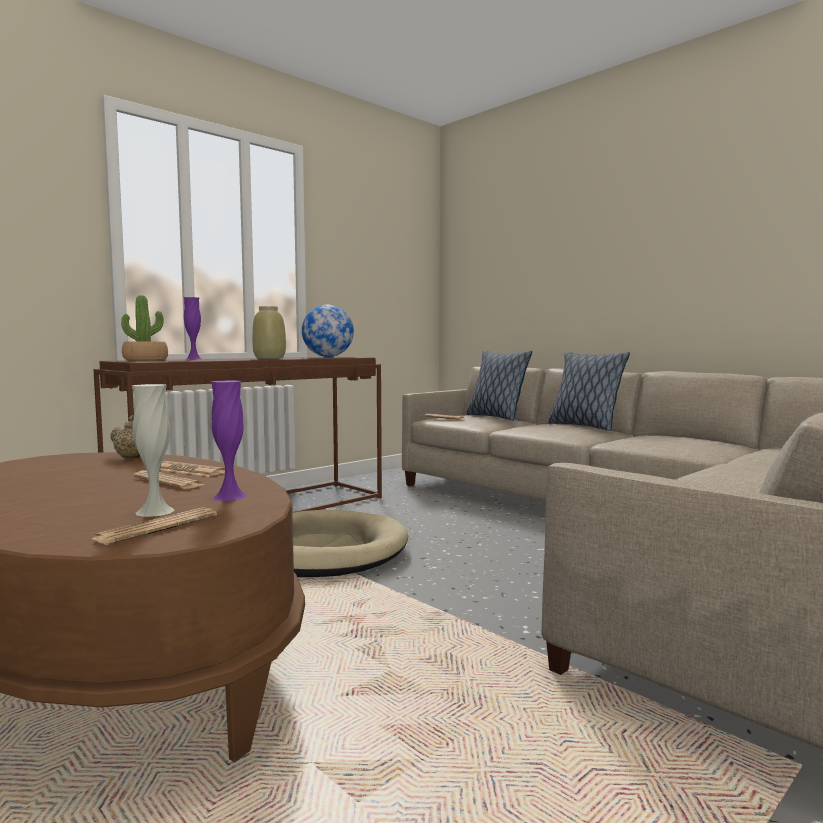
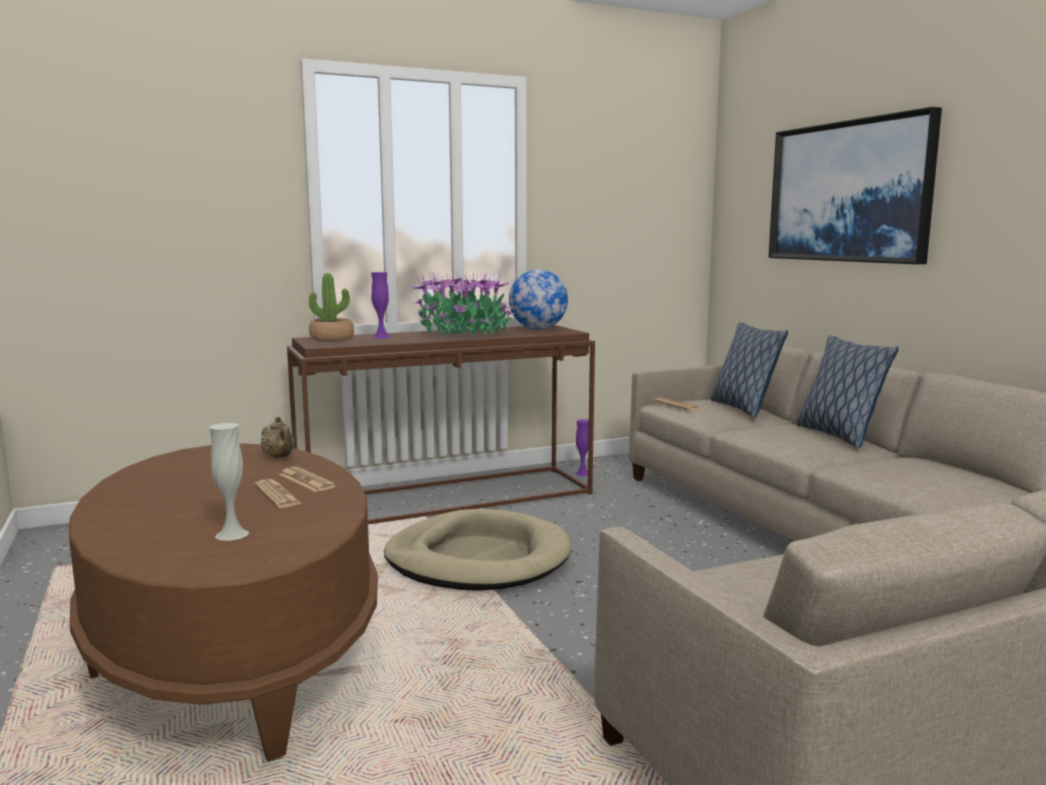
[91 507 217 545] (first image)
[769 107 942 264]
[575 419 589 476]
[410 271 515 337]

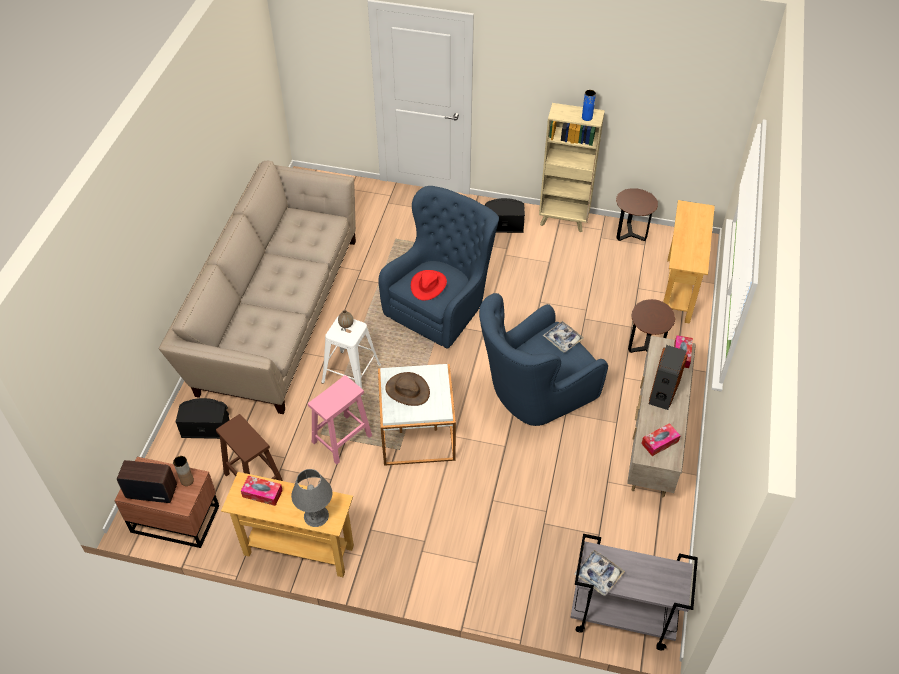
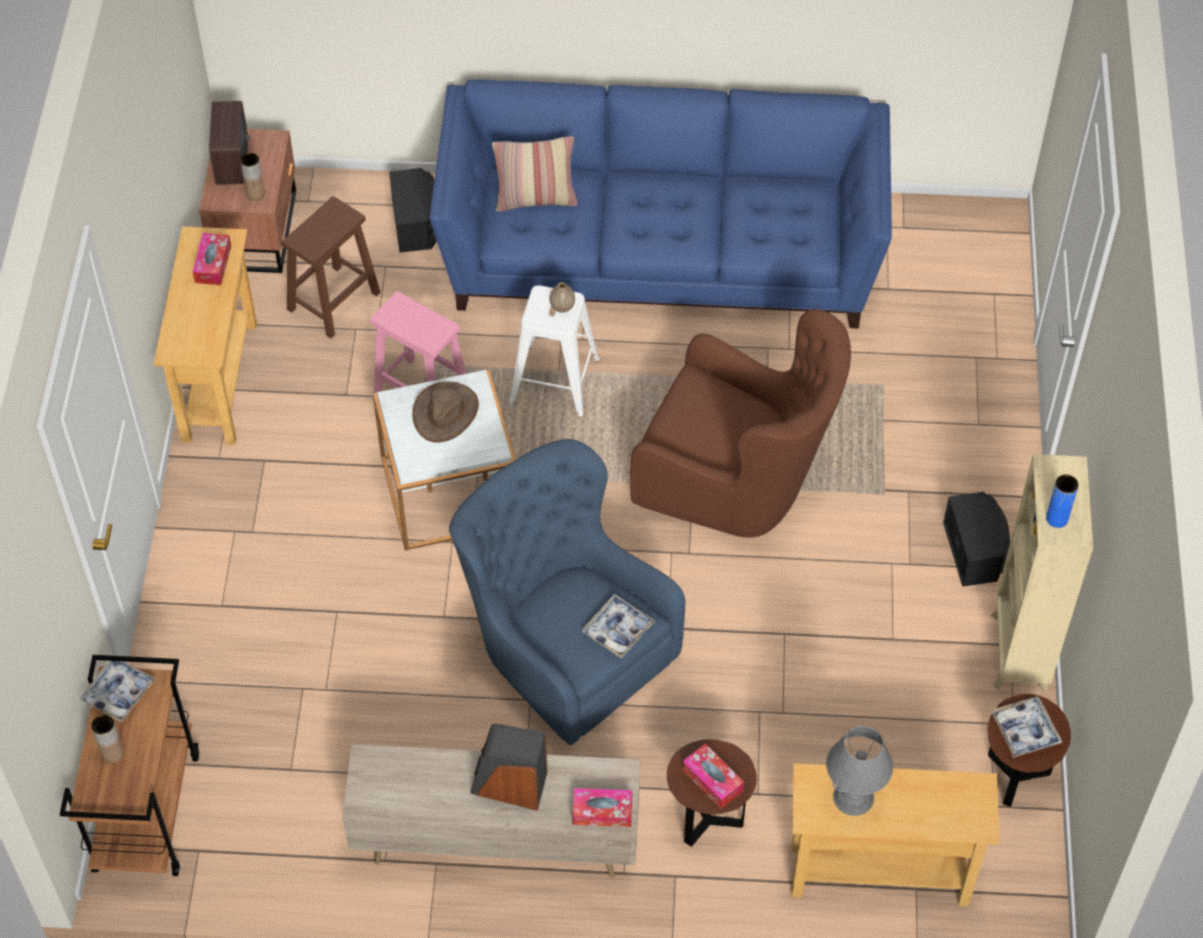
[411 270 447 301] (first image)
[91 715 124 764]
[492 136 578 212]
[990 696 1062 758]
[826 726 893 816]
[682 743 744 809]
[430 79 892 329]
[630 309 851 537]
[60 655 199 876]

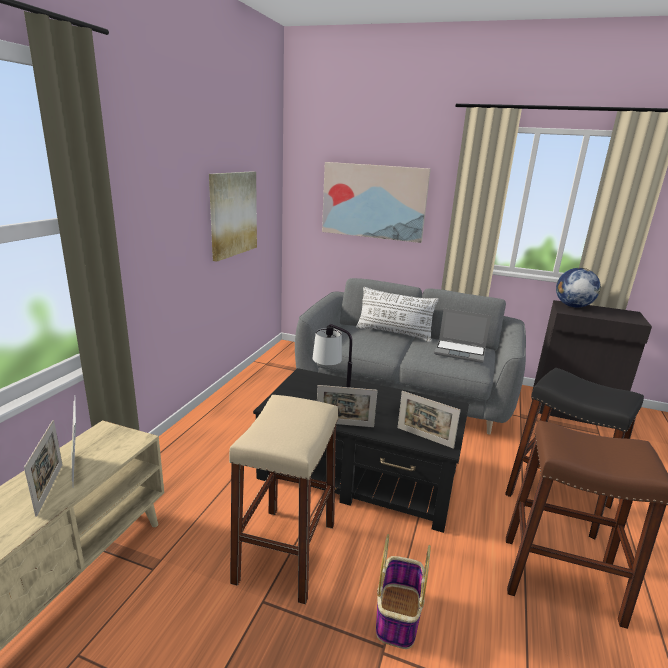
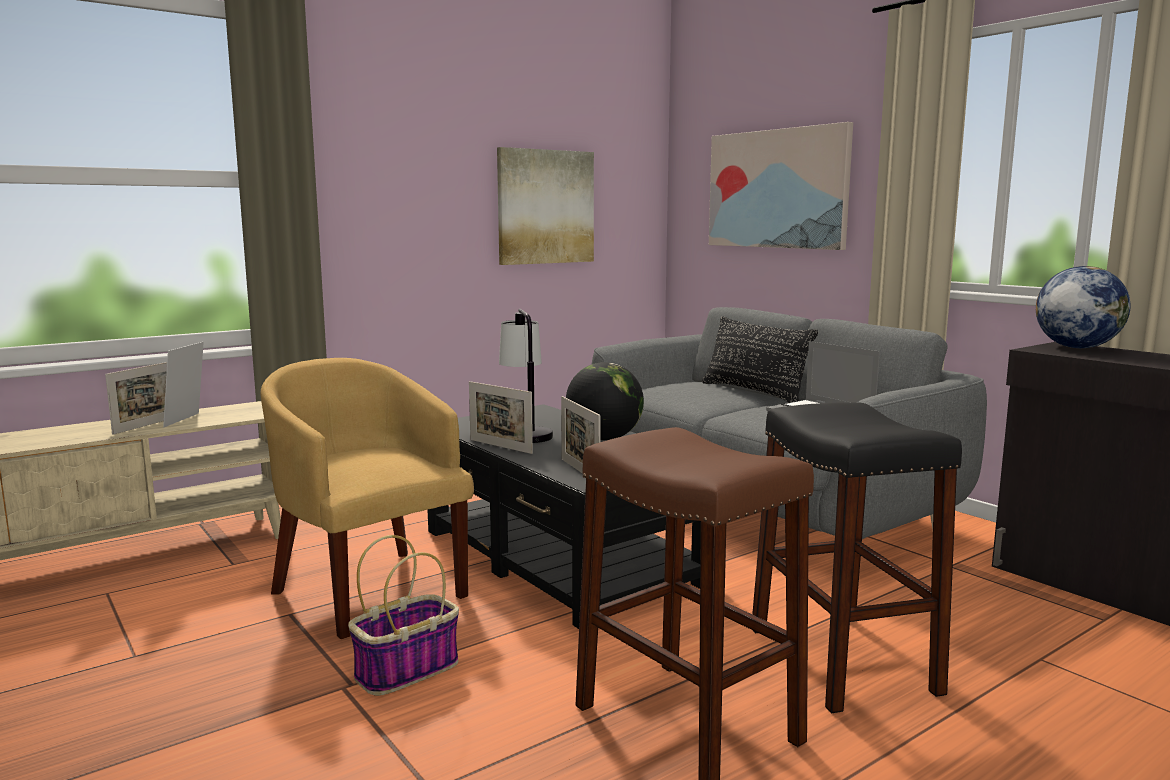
[566 362 644 440]
[261 358 474 639]
[702 316 818 403]

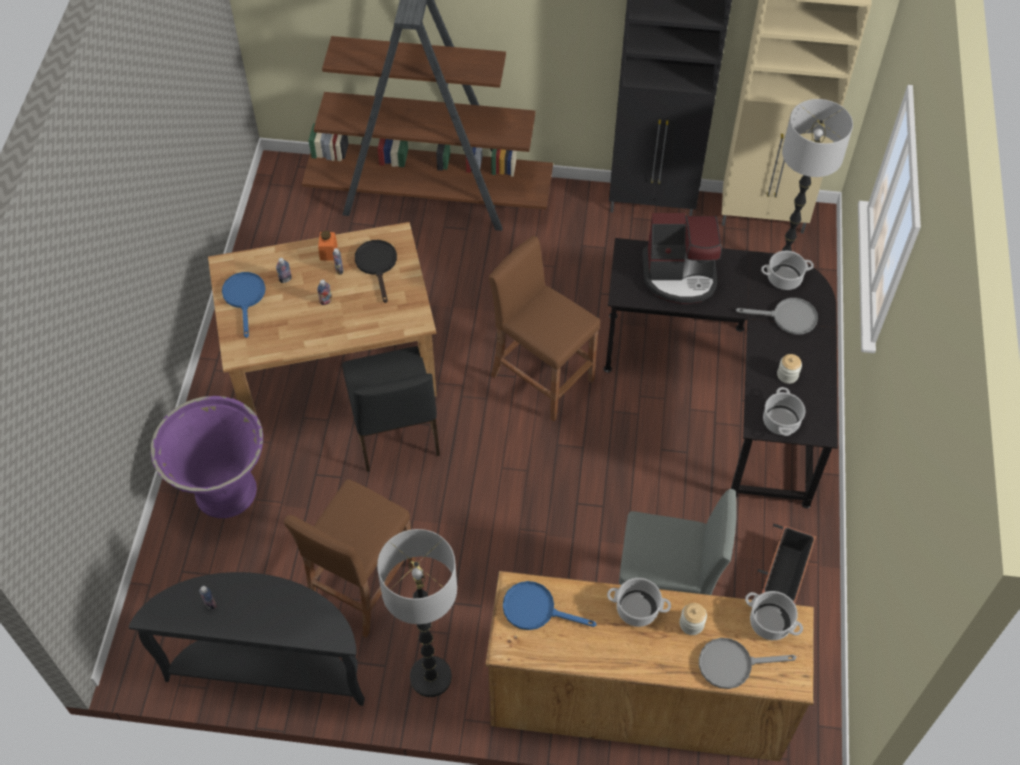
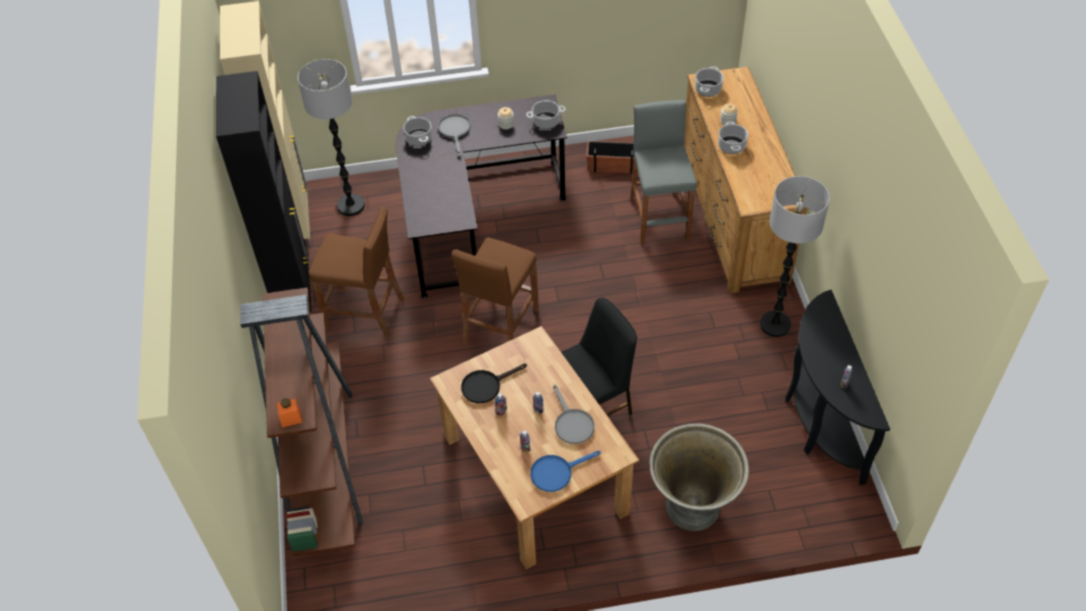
[503 581 597 630] (first image)
[642 213 722 304] (first image)
[309 207 405 338]
[277 398 302 428]
[553 384 595 444]
[649 423 749 531]

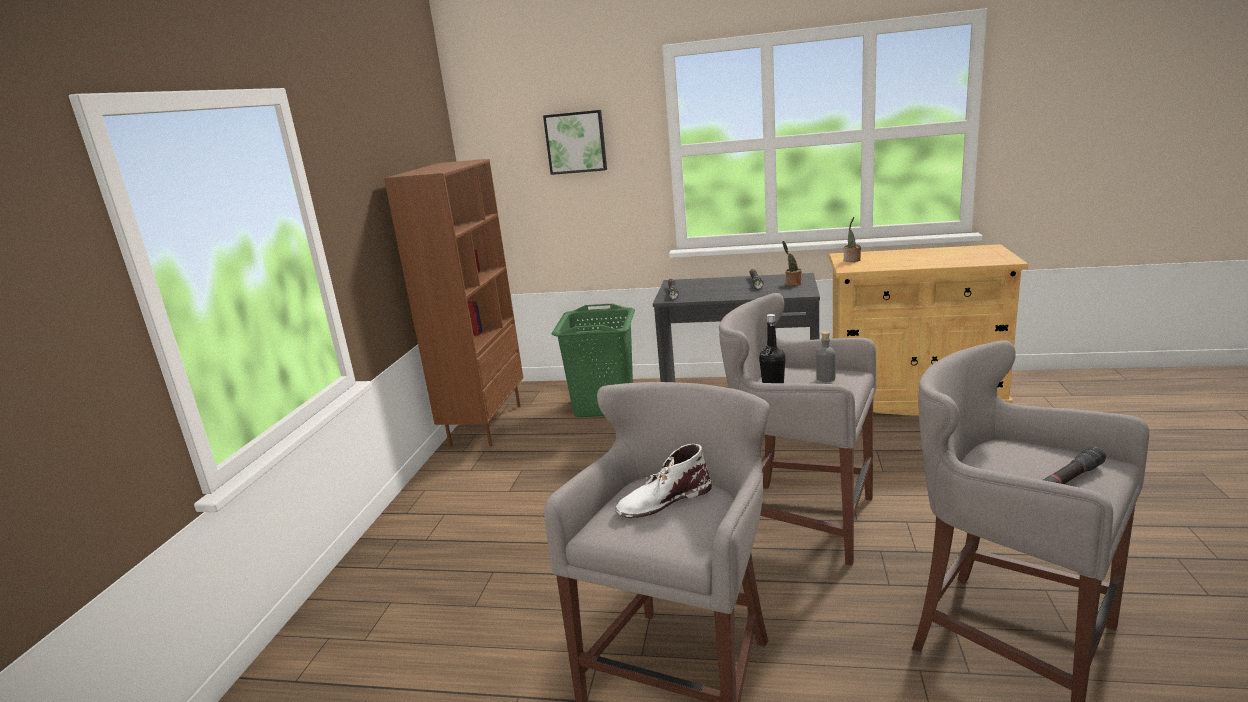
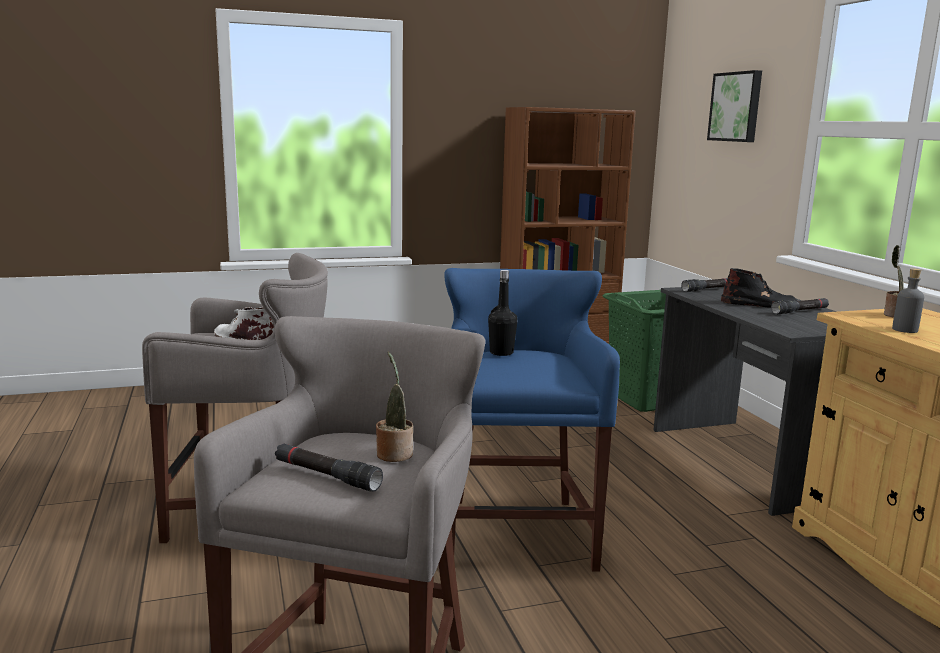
[721 268 798 308]
[376 352 413 462]
[892 268 924 333]
[444 268 620 572]

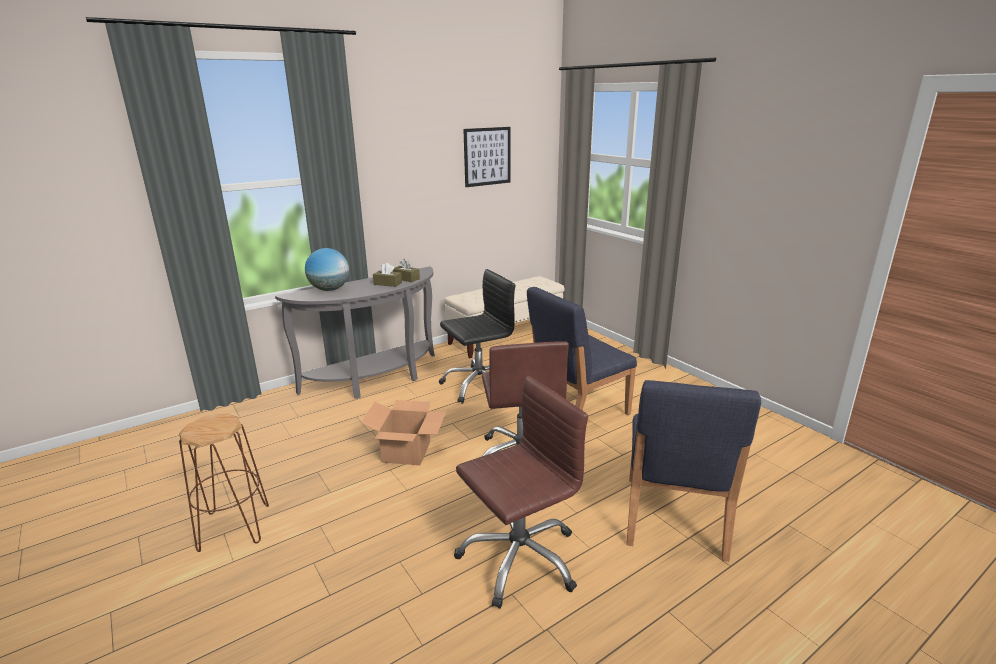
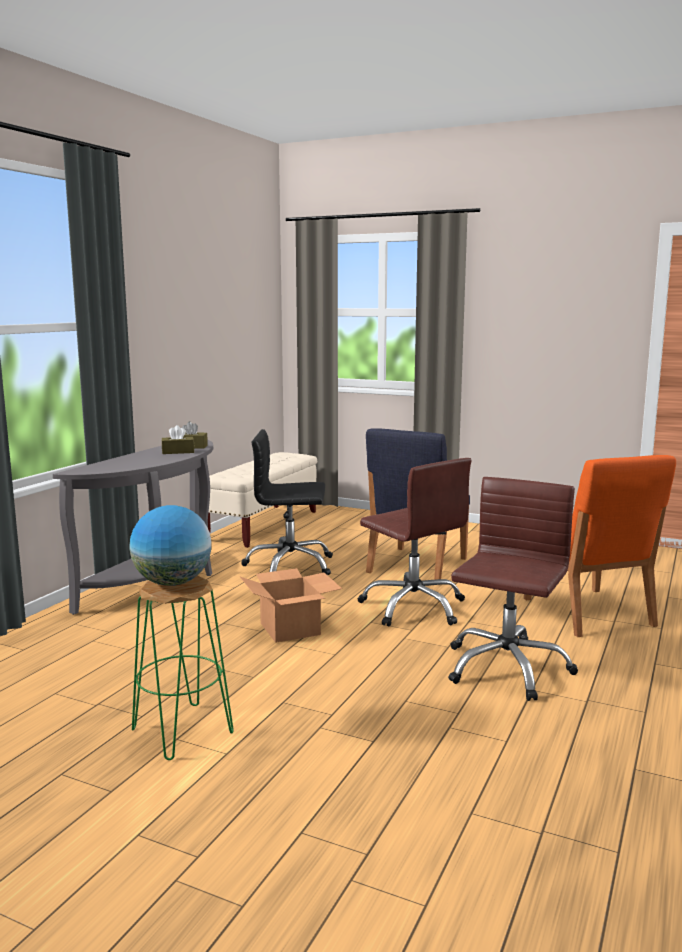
[463 127 511 187] (first image)
[130 505 212 586]
[132 575 234 760]
[524 455 676 637]
[241 429 333 575]

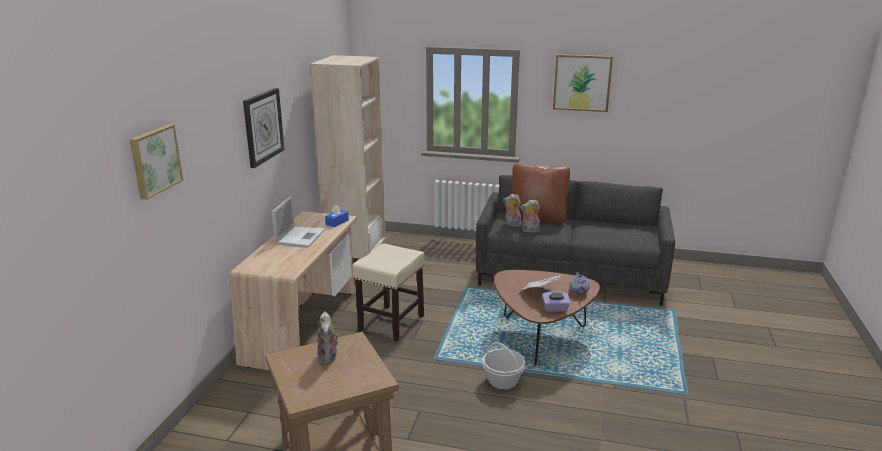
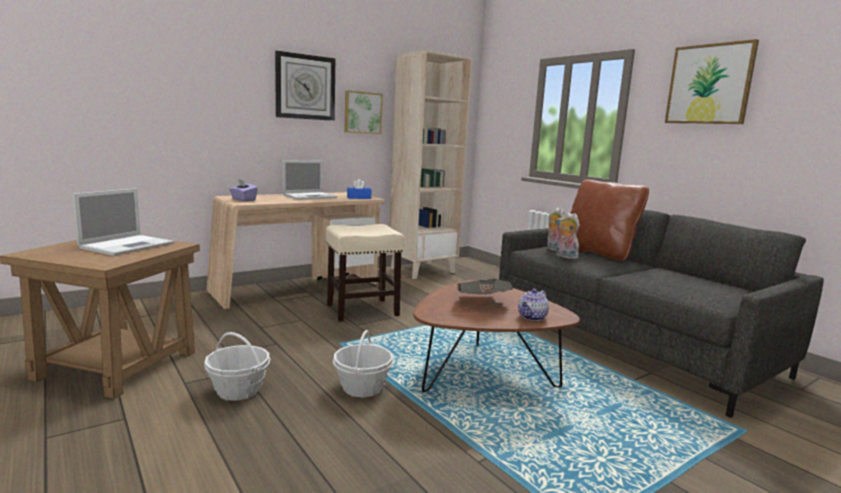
[204 332 270 400]
[344 90 383 134]
[229 179 258 201]
[72 188 174 256]

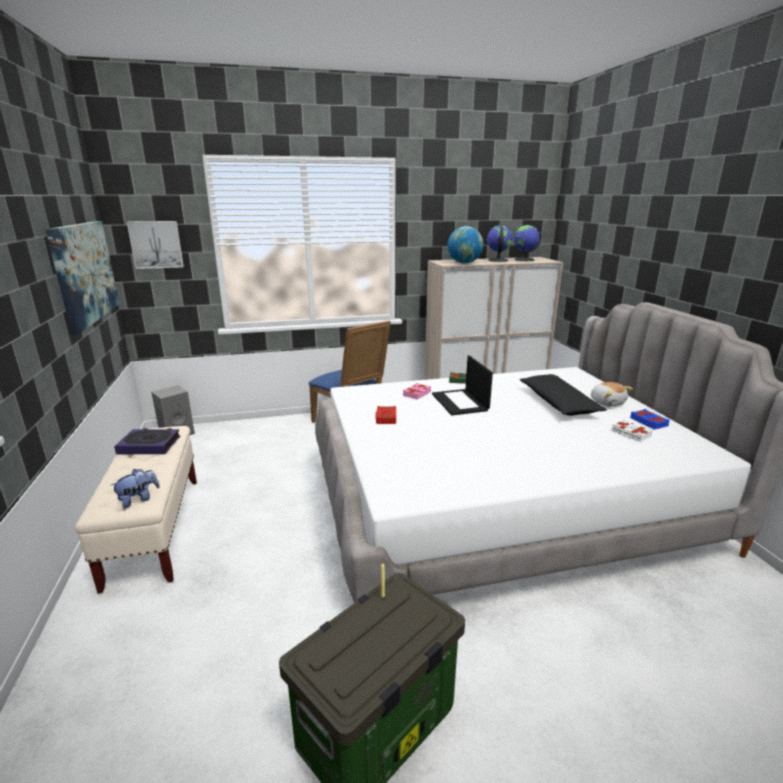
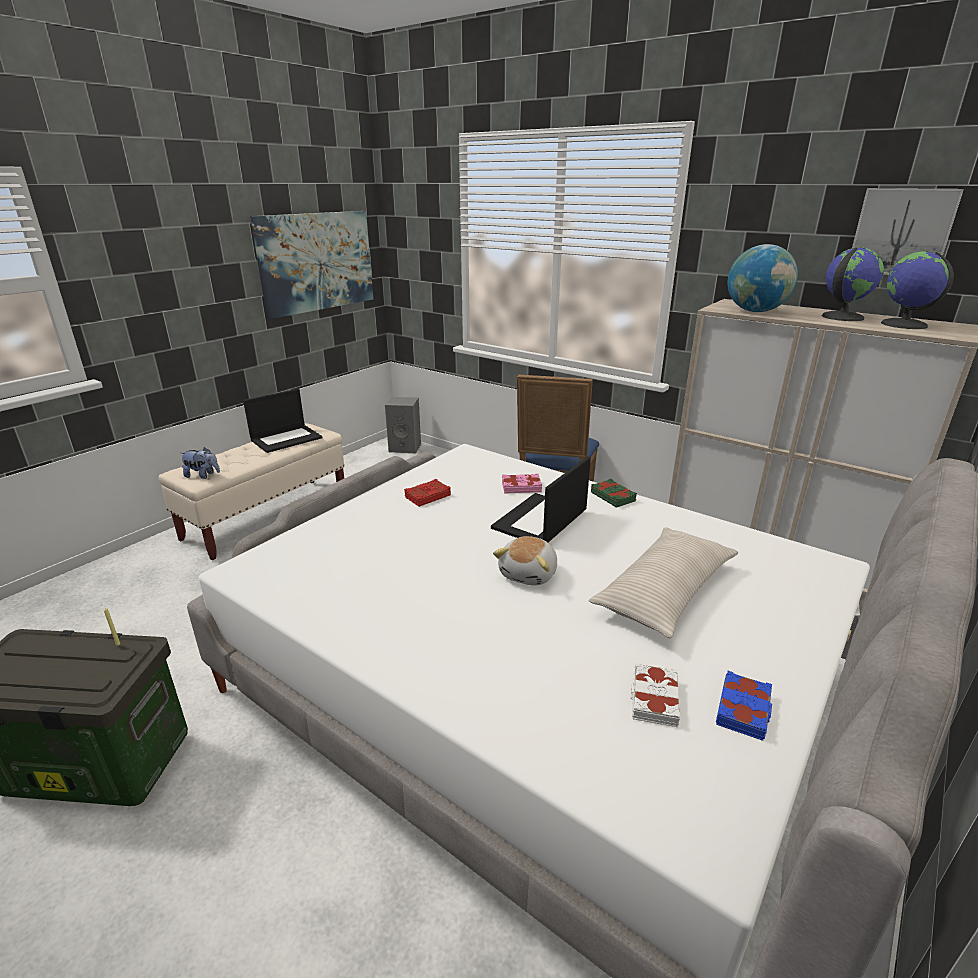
[852 188 964 275]
[493 536 557 586]
[243 389 323 453]
[588 527 738 638]

